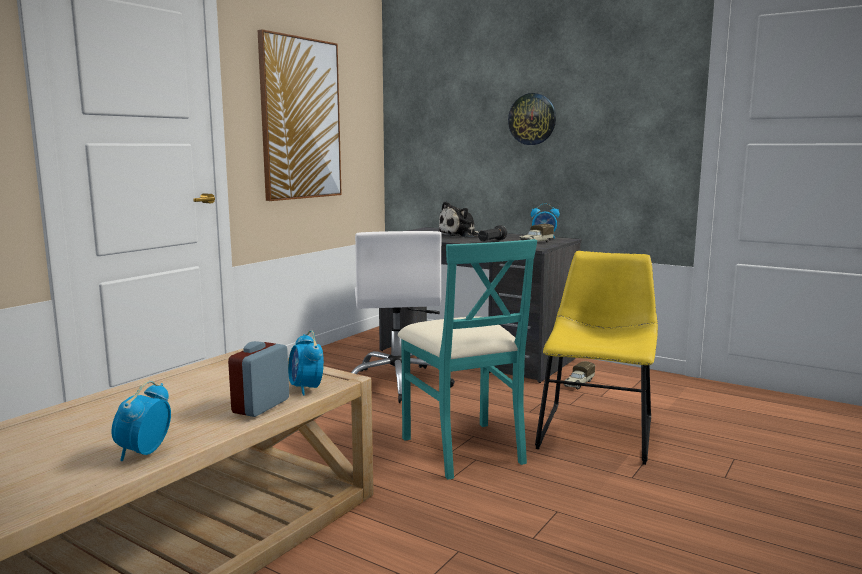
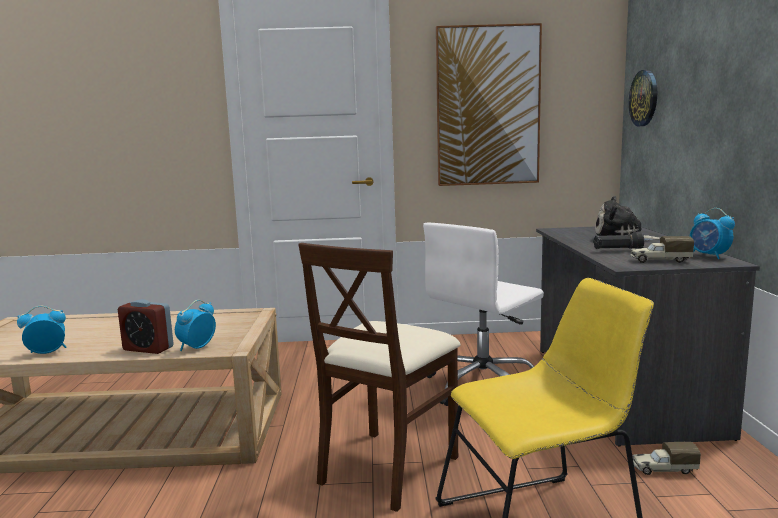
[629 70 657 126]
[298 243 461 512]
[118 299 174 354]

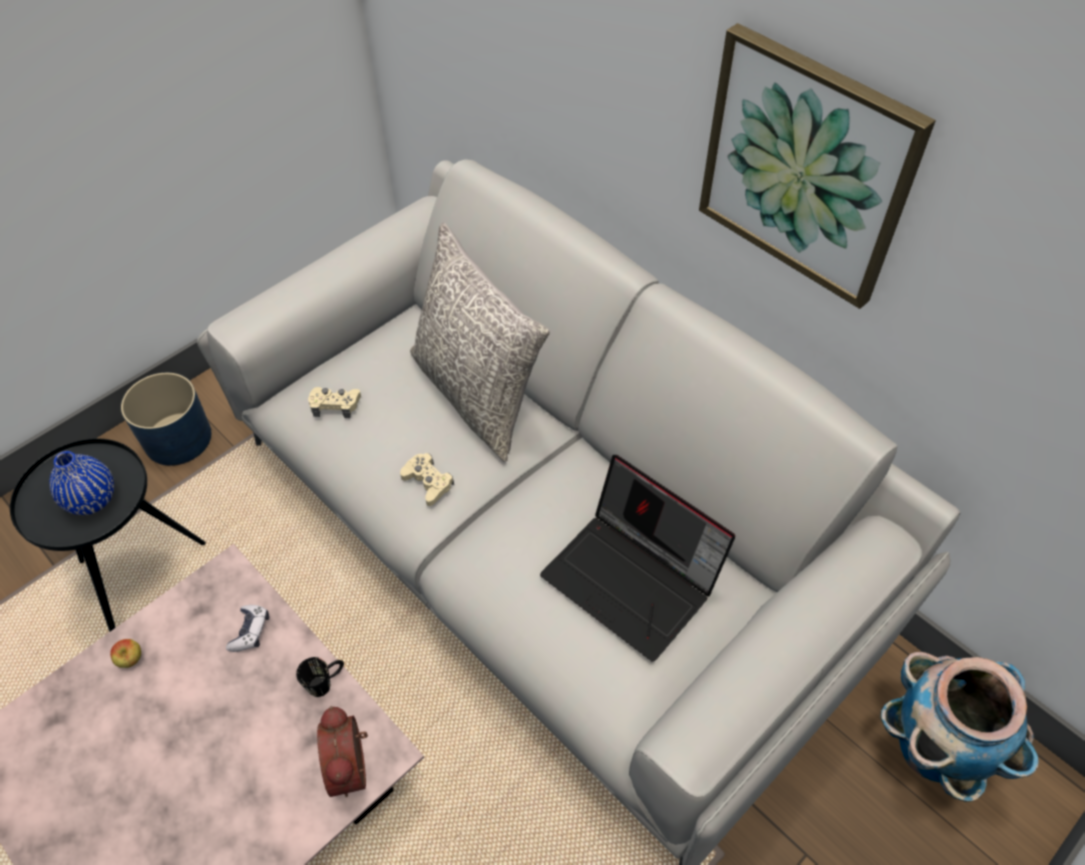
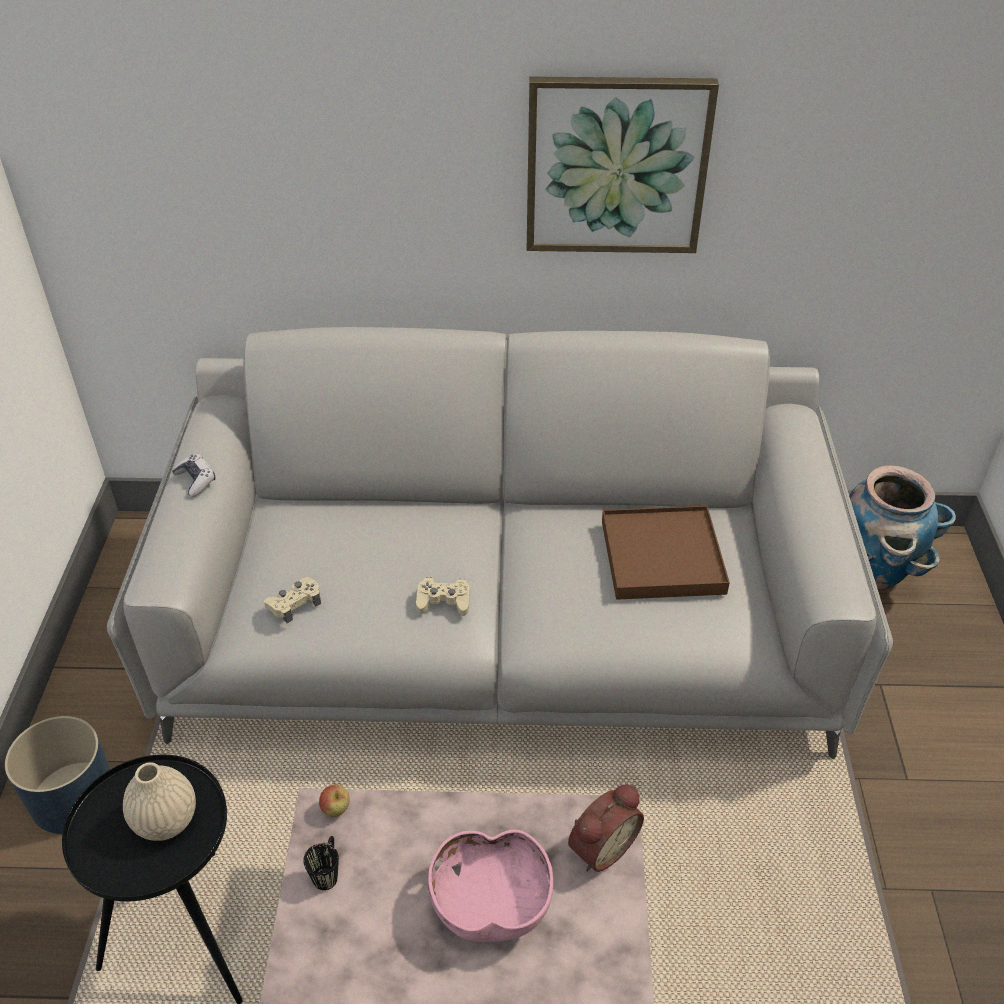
[410 223 550 462] (first image)
[428 830 553 942]
[319 785 350 817]
[172 454 215 497]
[303 836 339 890]
[602 506 730 600]
[123 762 196 841]
[568 784 644 872]

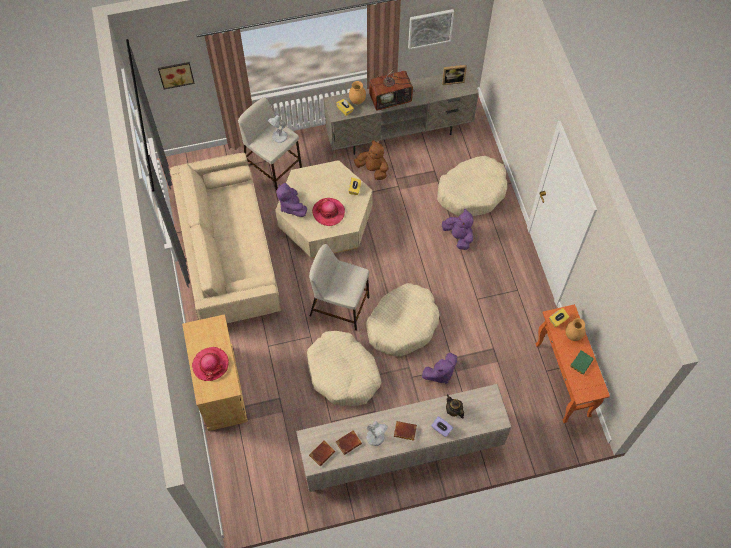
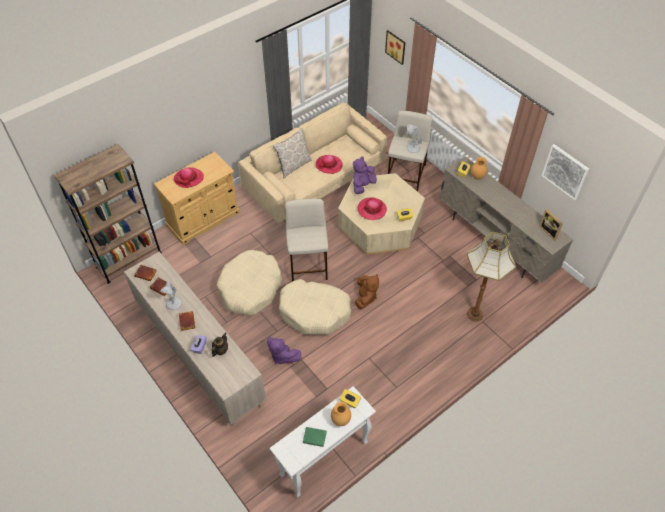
[369 61 415 111] (first image)
[442 209 474 250] (first image)
[54 144 162 284]
[273 128 312 179]
[316 155 343 174]
[355 274 379 309]
[467 232 516 322]
[270 386 376 498]

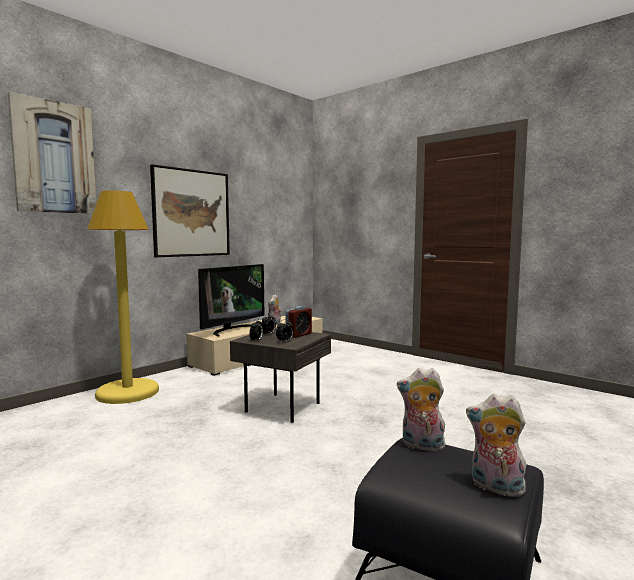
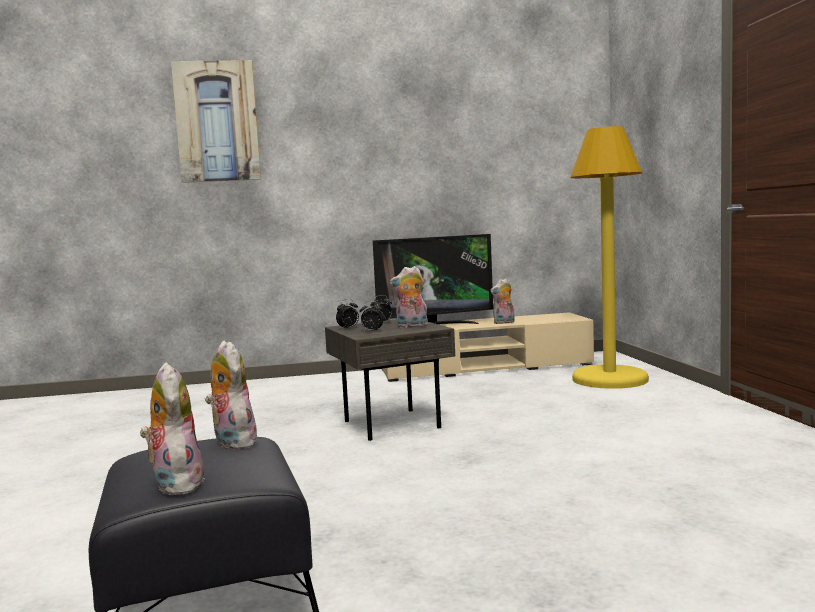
[150 164 230 257] (first image)
[570 126 649 389]
[389 266 428 328]

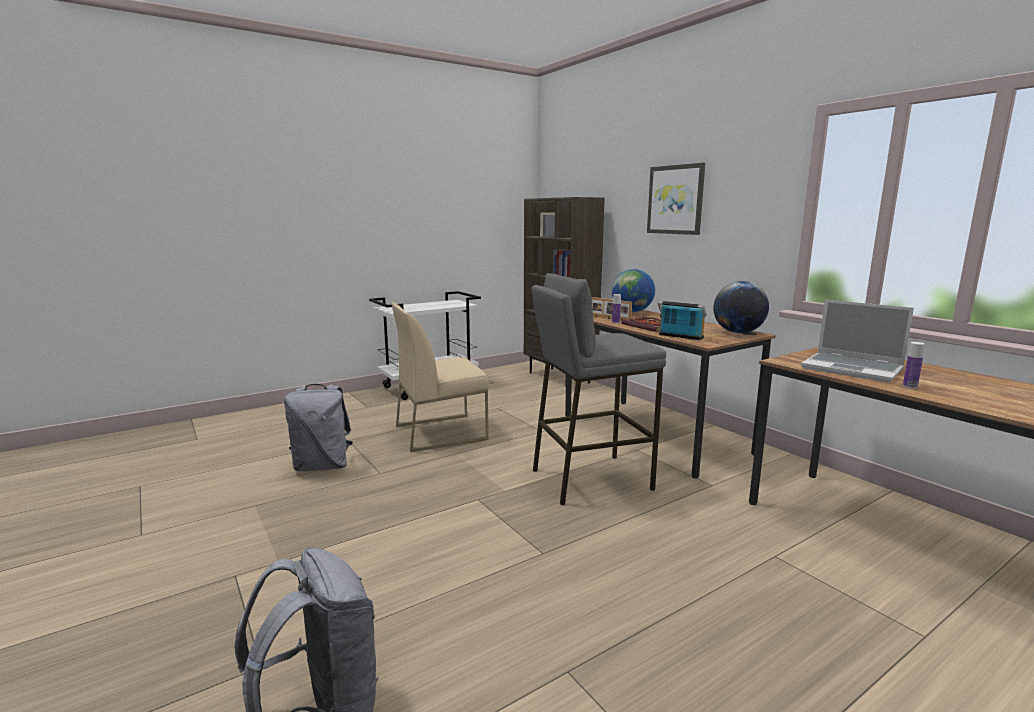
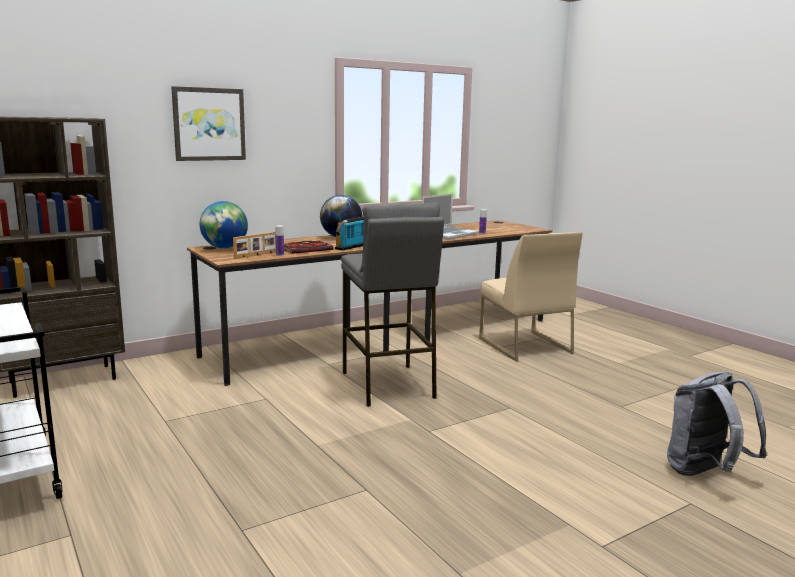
[284 384 353 471] (first image)
[479 232 583 362]

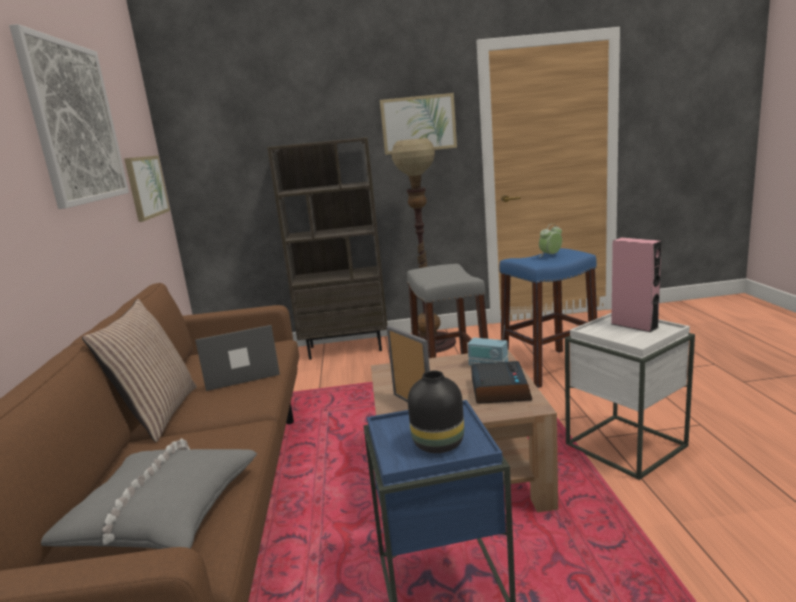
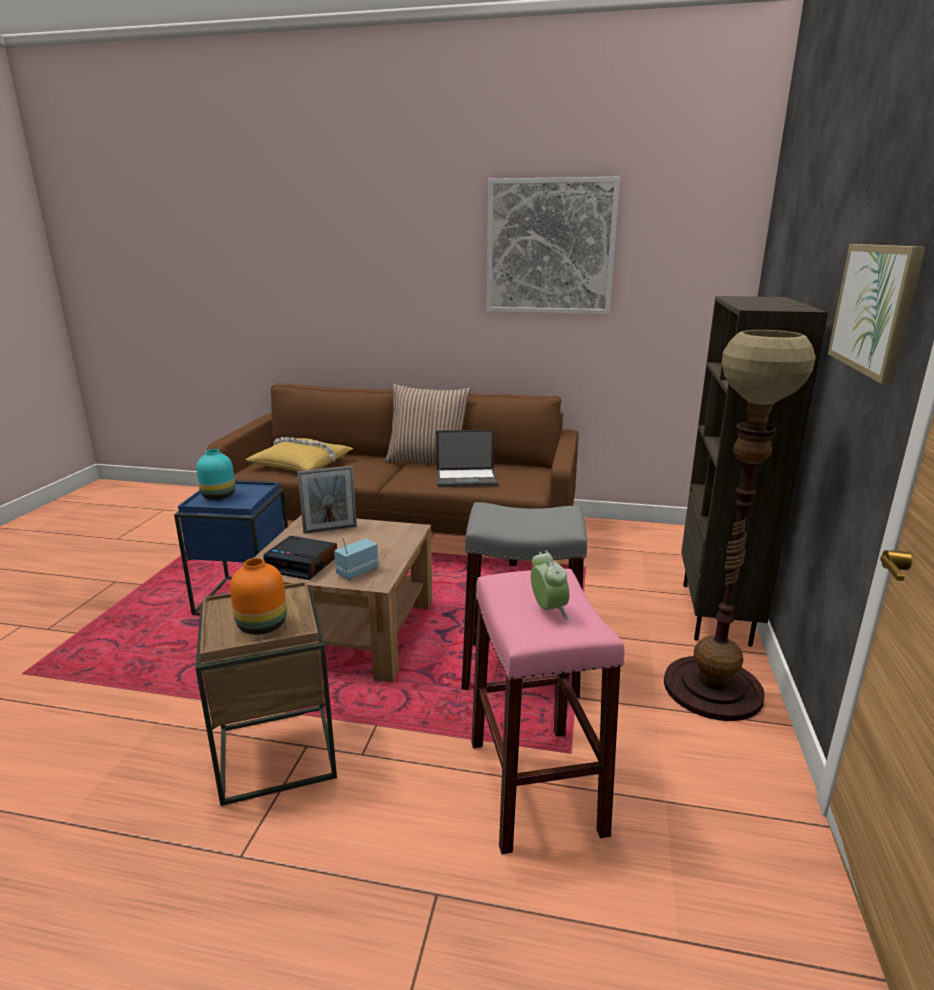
[124 156 170 222] (first image)
[230 558 287 635]
[246 437 353 471]
[196 449 235 500]
[471 569 625 854]
[195 581 337 806]
[436 430 498 487]

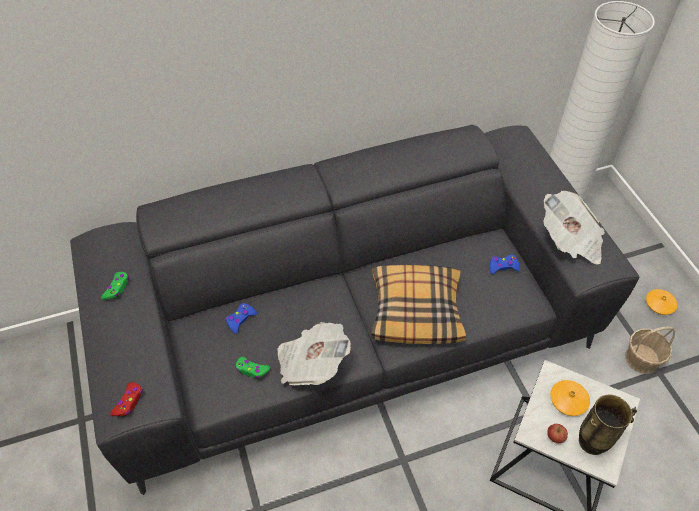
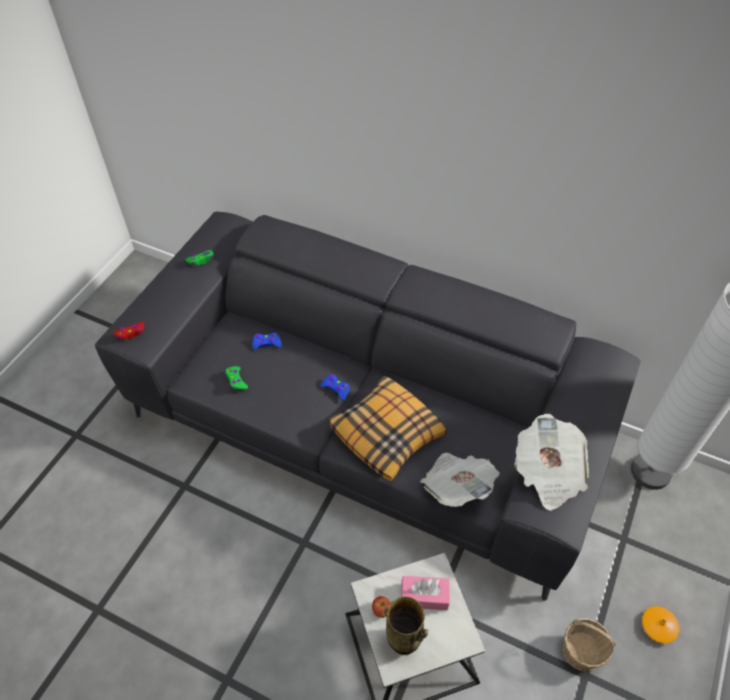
[420 453 500 507]
[320 374 350 400]
[401 576 450 610]

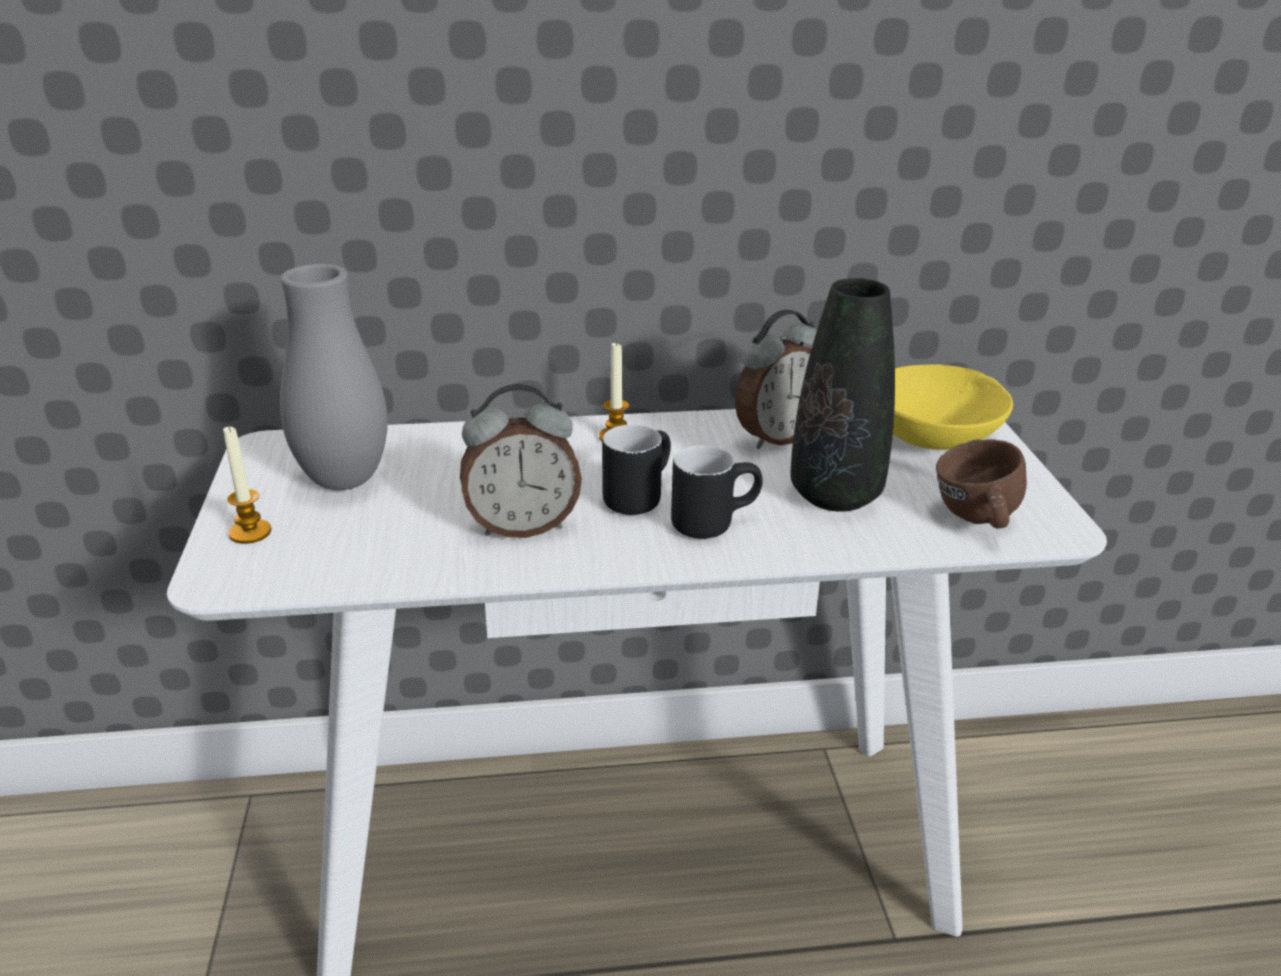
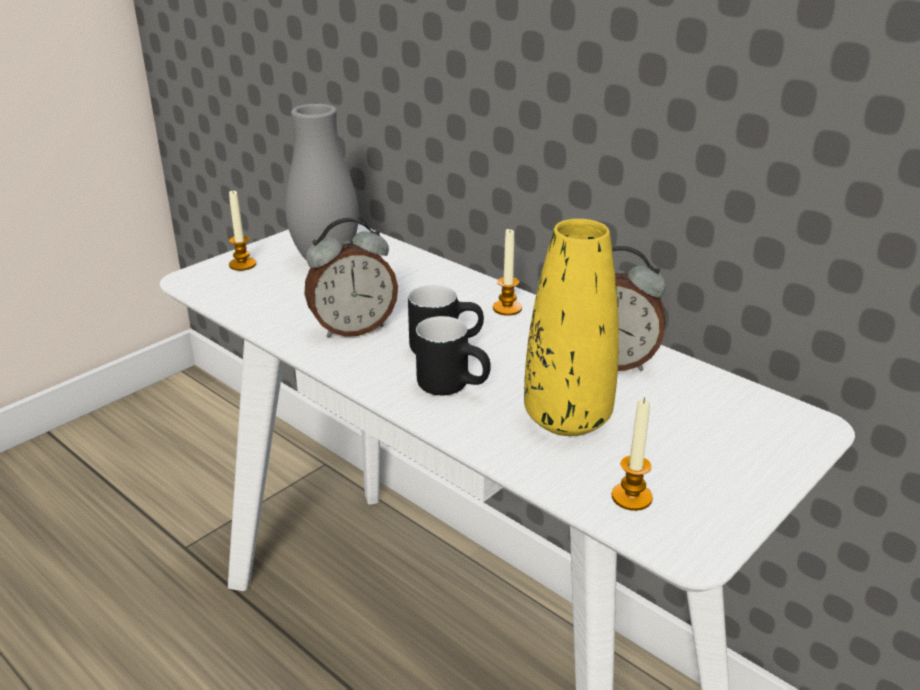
[893 364 1013 450] (first image)
[612 398 653 511]
[524 219 619 436]
[304 218 398 338]

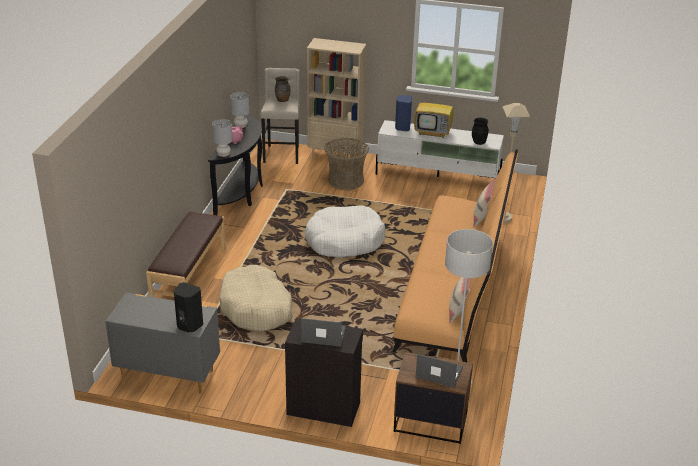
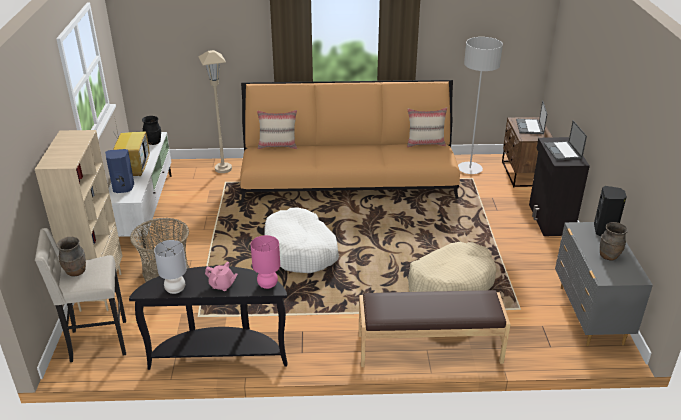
[600 222 628 261]
[251 235 280 289]

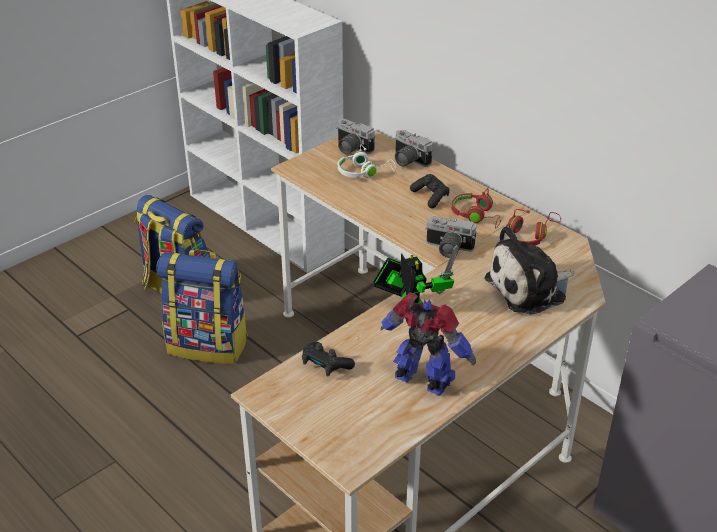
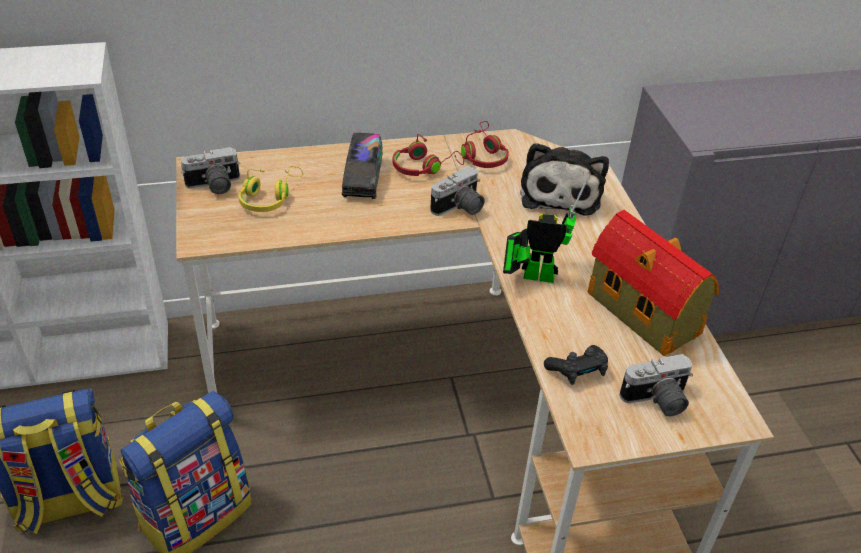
[620 354 693 416]
[588 210 719 356]
[342 133 383 199]
[238 166 303 212]

